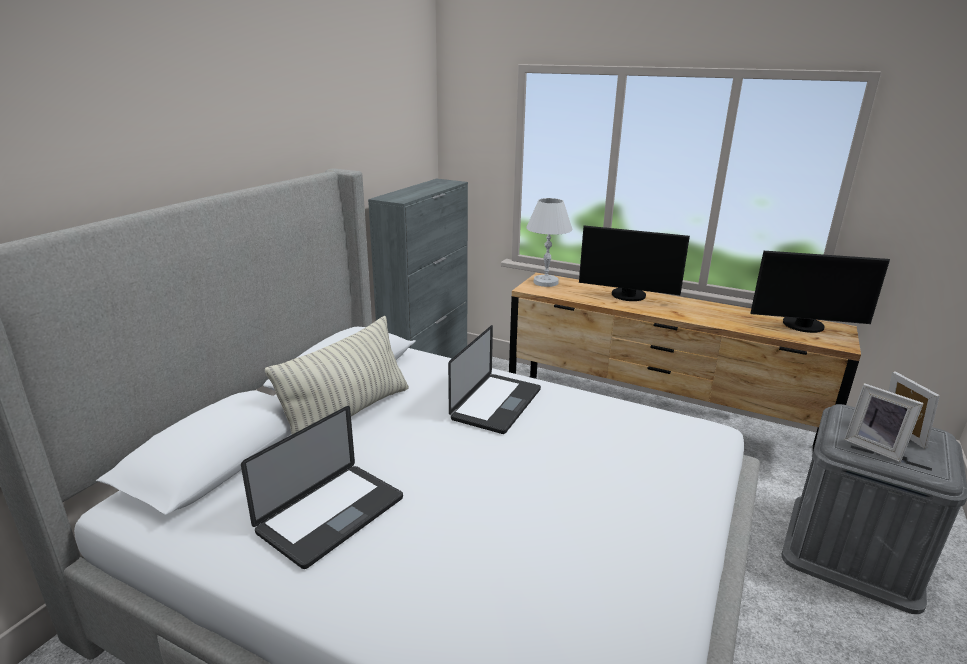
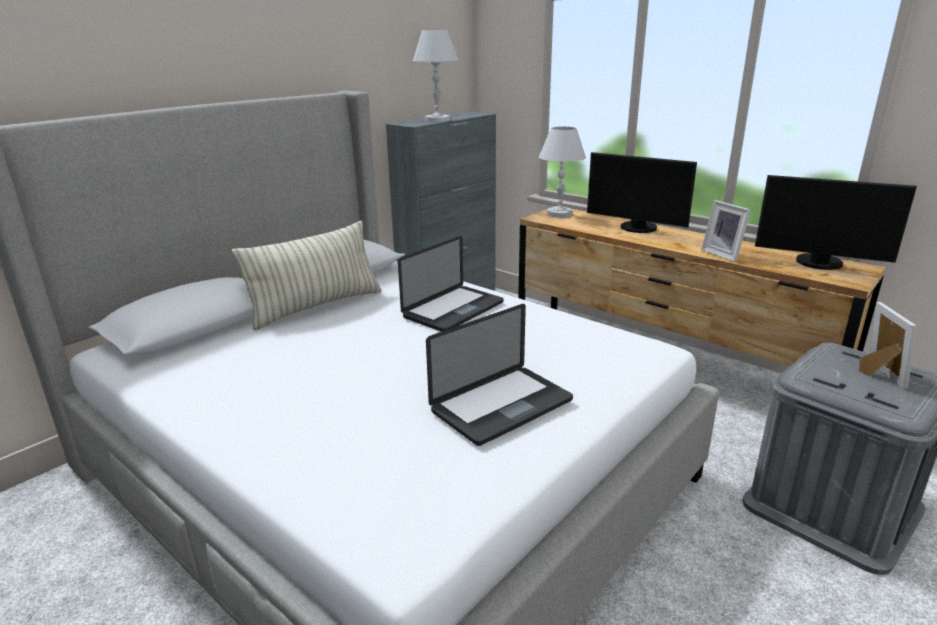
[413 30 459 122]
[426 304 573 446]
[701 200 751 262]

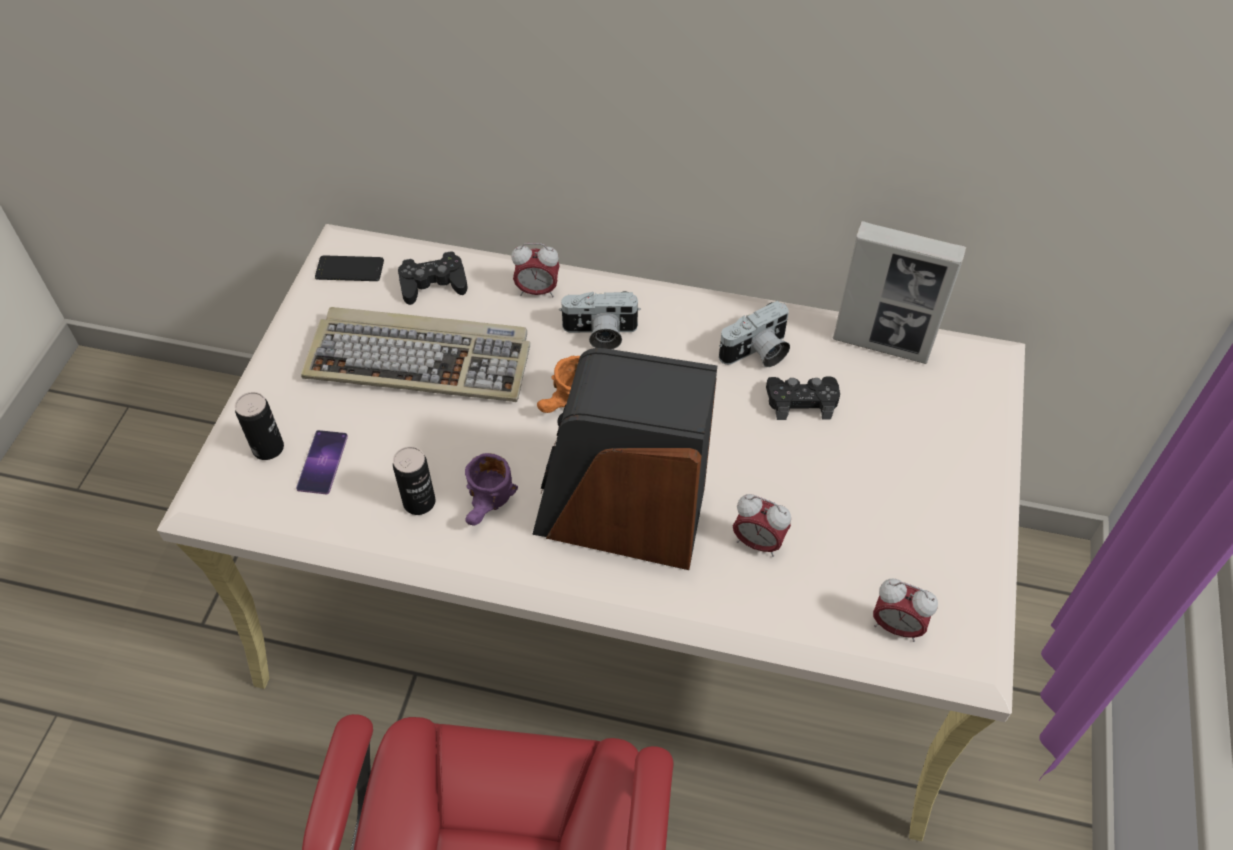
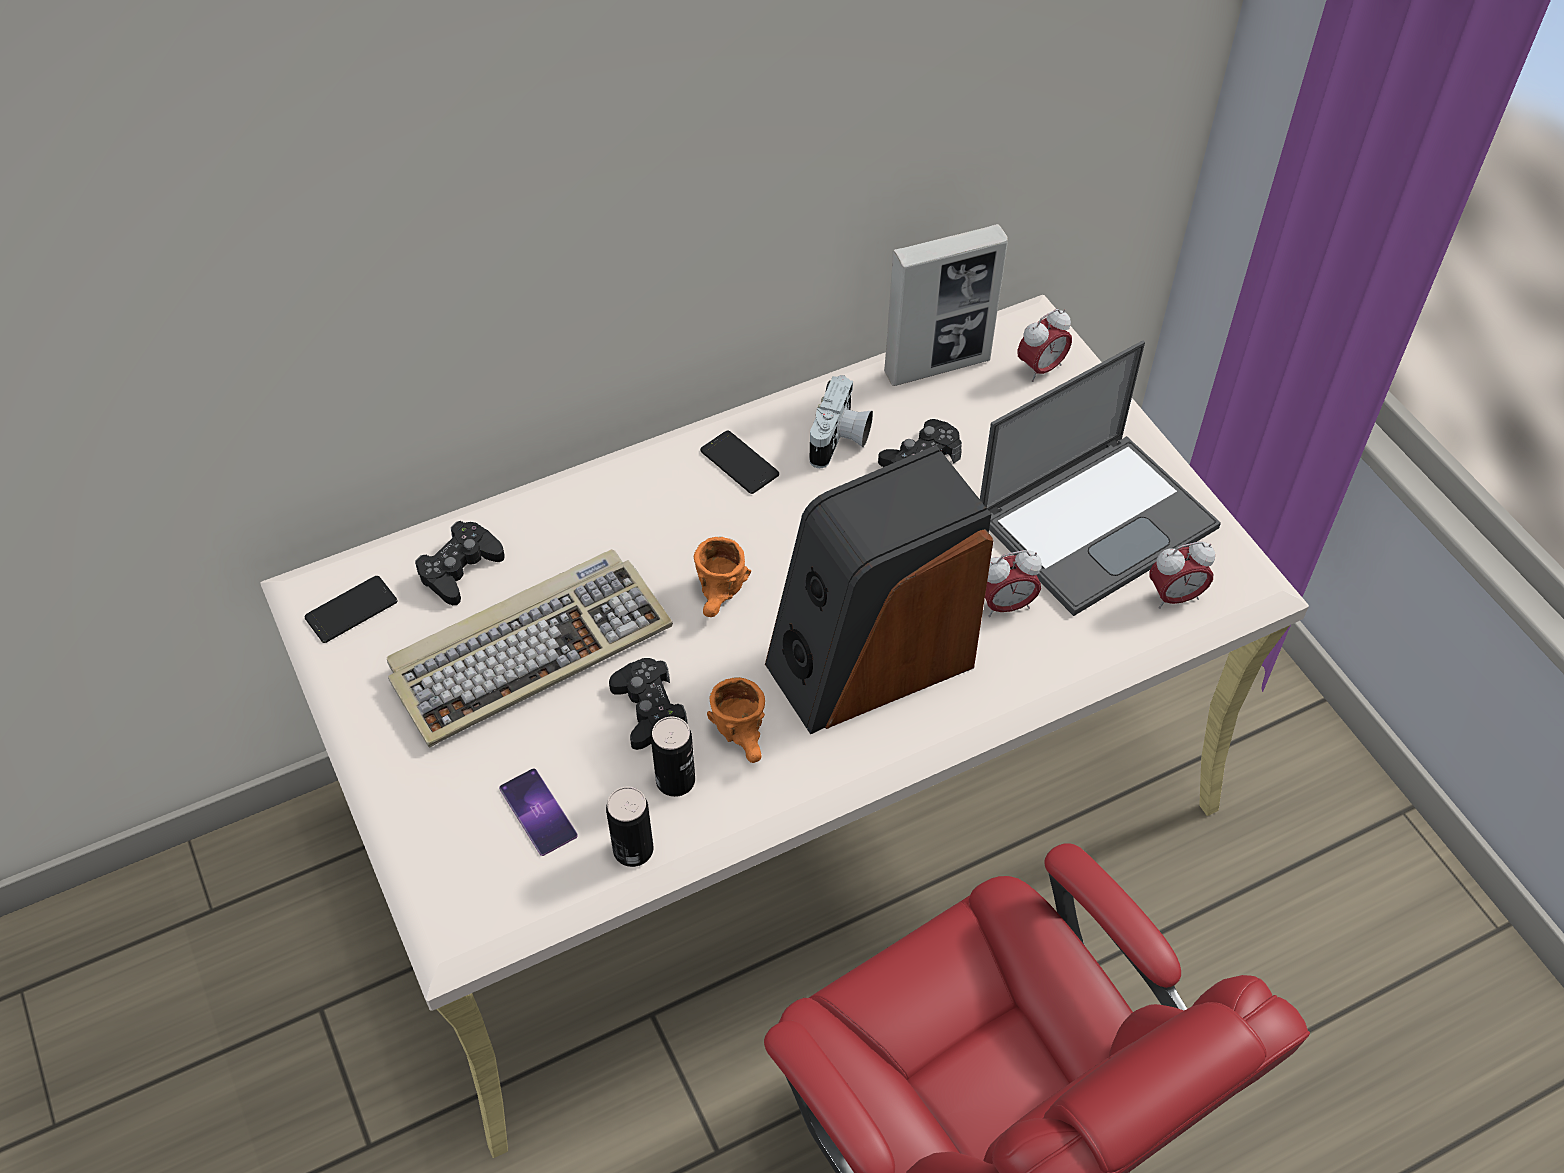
[559 291 641 349] (first image)
[609 658 687 750]
[700 431 779 494]
[980 341 1221 616]
[606 786 654 867]
[1017 309 1072 382]
[707 677 765 763]

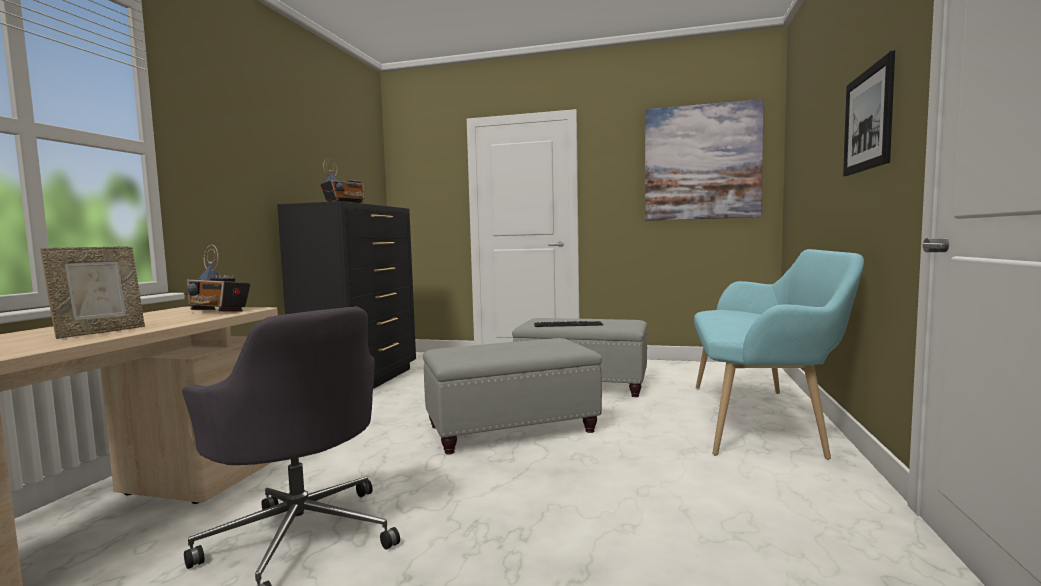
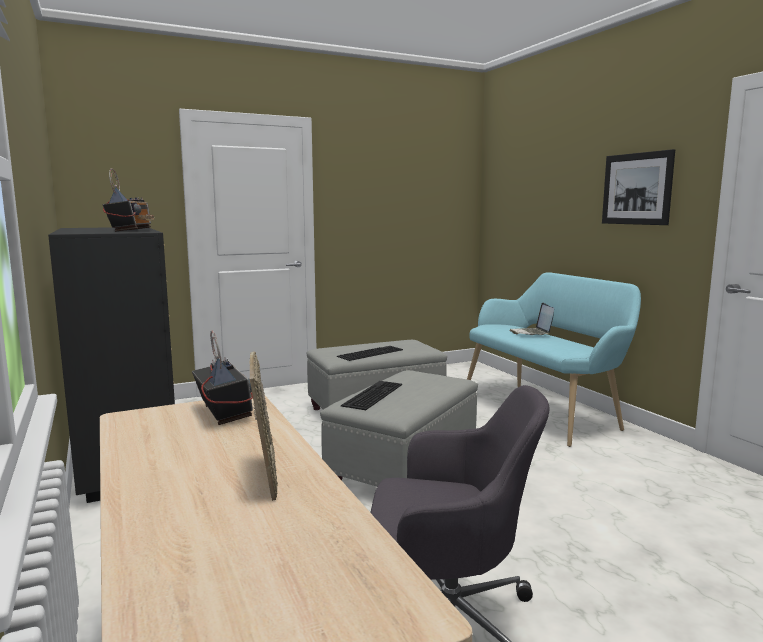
[645 99 764 221] (first image)
[341 381 402 410]
[510 303 554 335]
[192 331 253 425]

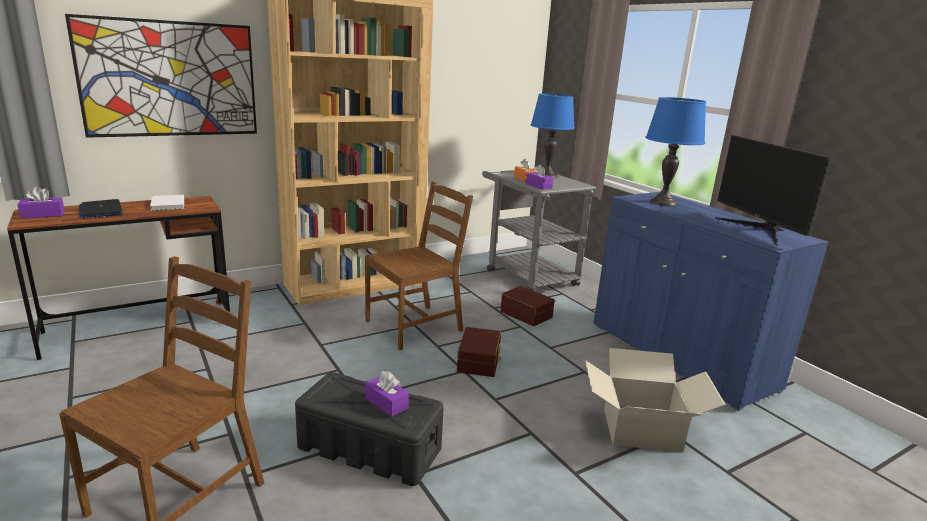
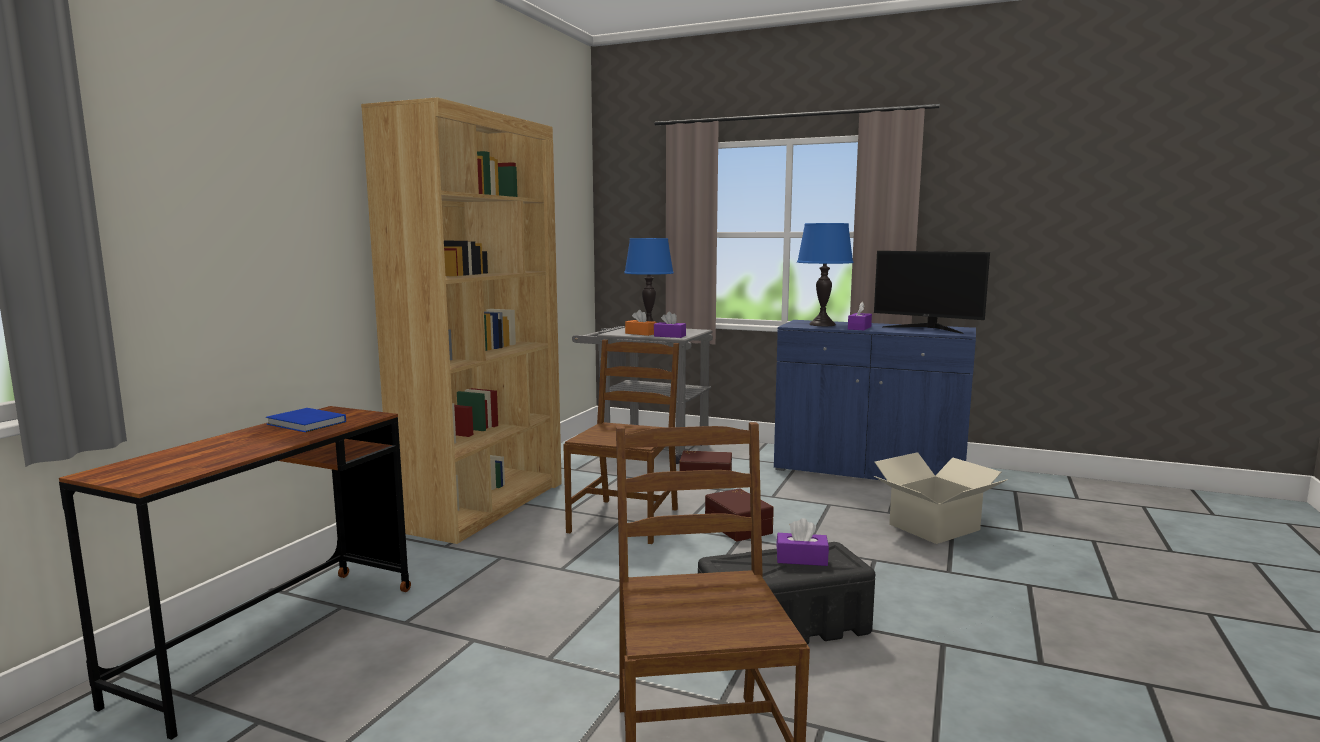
[65 14 257 138] (first image)
[79 199 123 219] (first image)
[848 302 872 330]
[266 408 346 432]

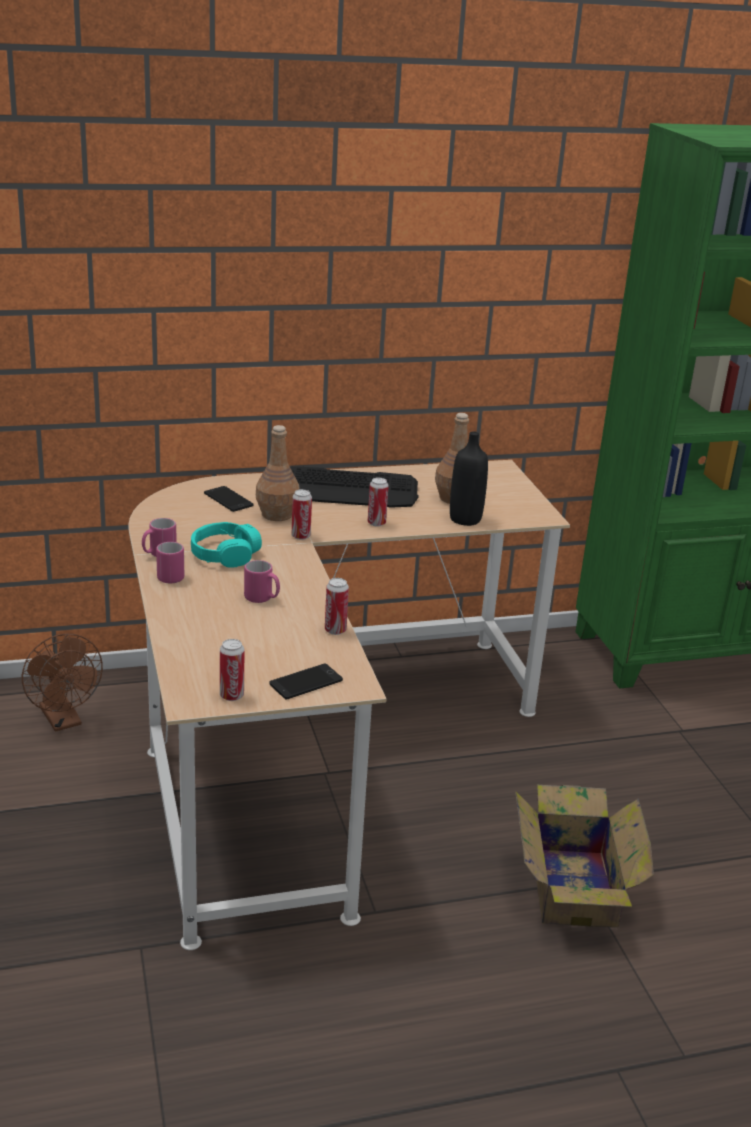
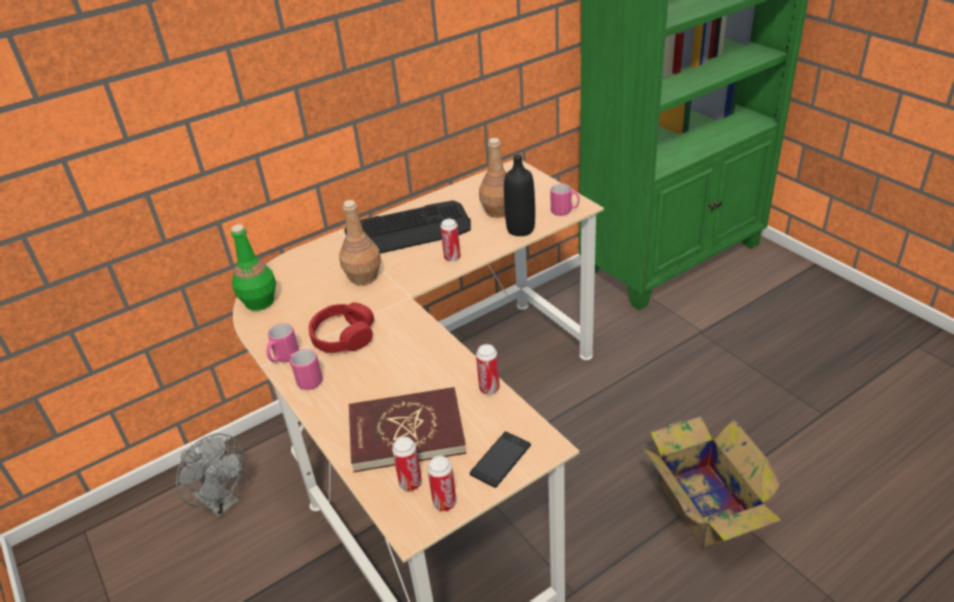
[204 486 253 512] (first image)
[231 224 276 311]
[349 387 467 472]
[550 184 580 216]
[392 437 422 491]
[176 434 244 518]
[309 302 374 353]

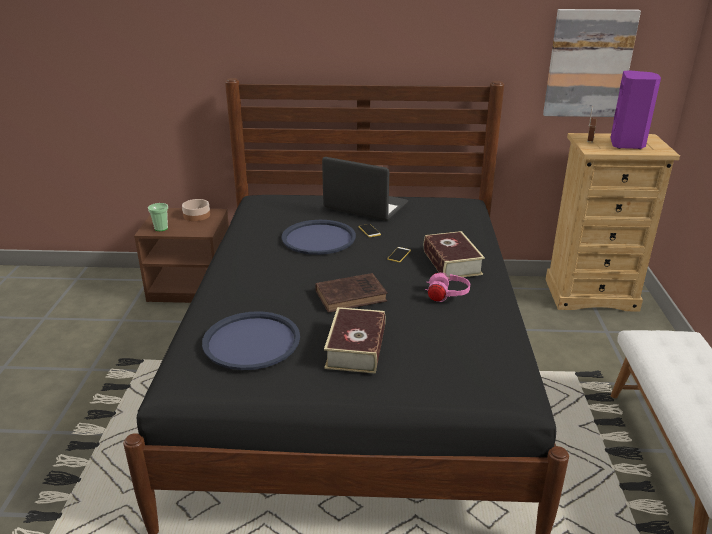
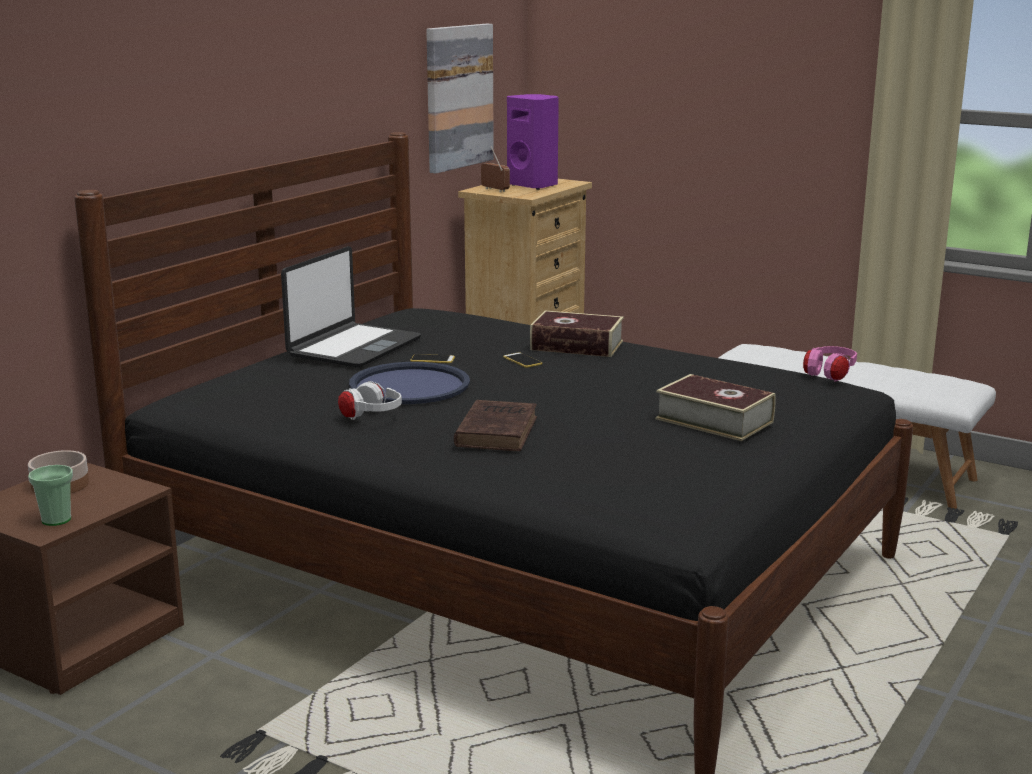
[202 311 300 370] (first image)
[338 381 402 420]
[454 400 537 451]
[803 346 857 381]
[281 246 421 368]

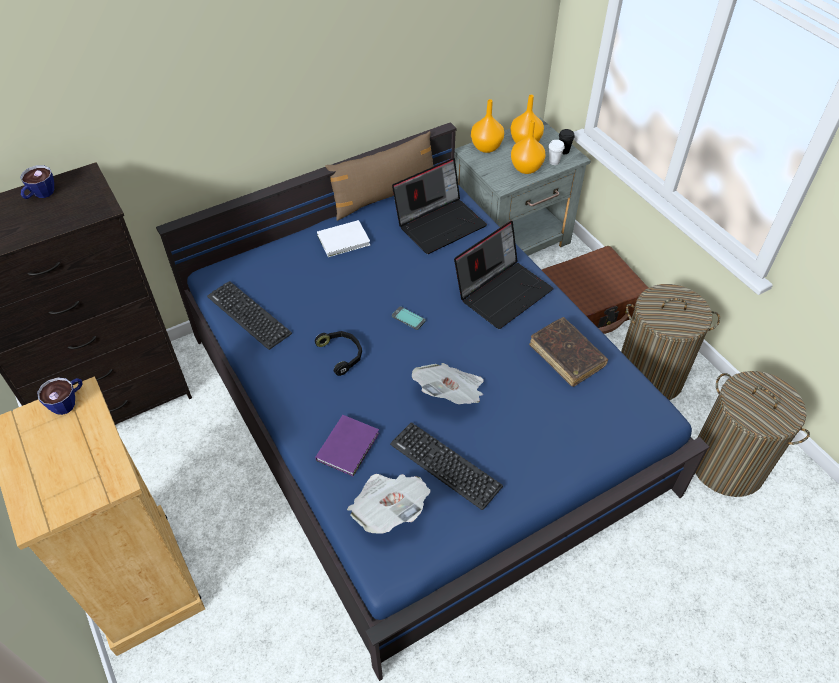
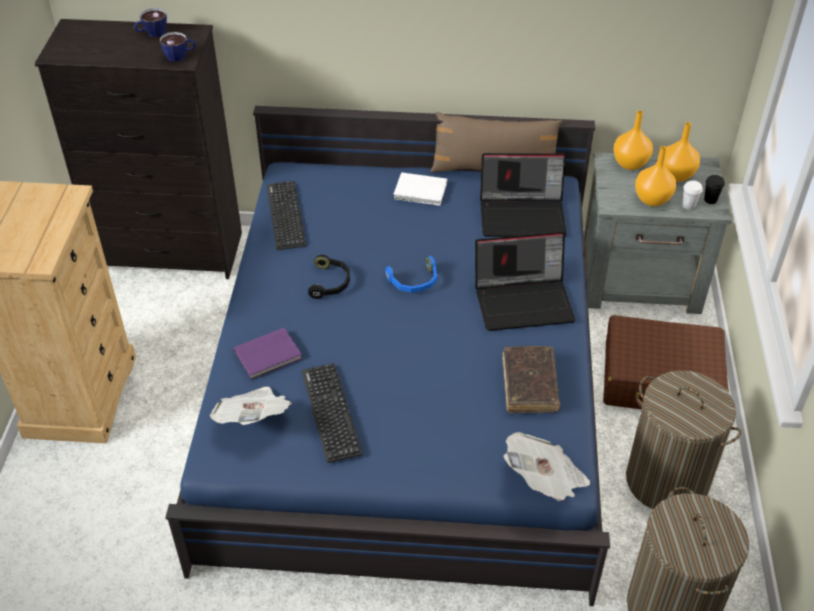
[160 32 196 62]
[503 432 590 501]
[385 256 437 293]

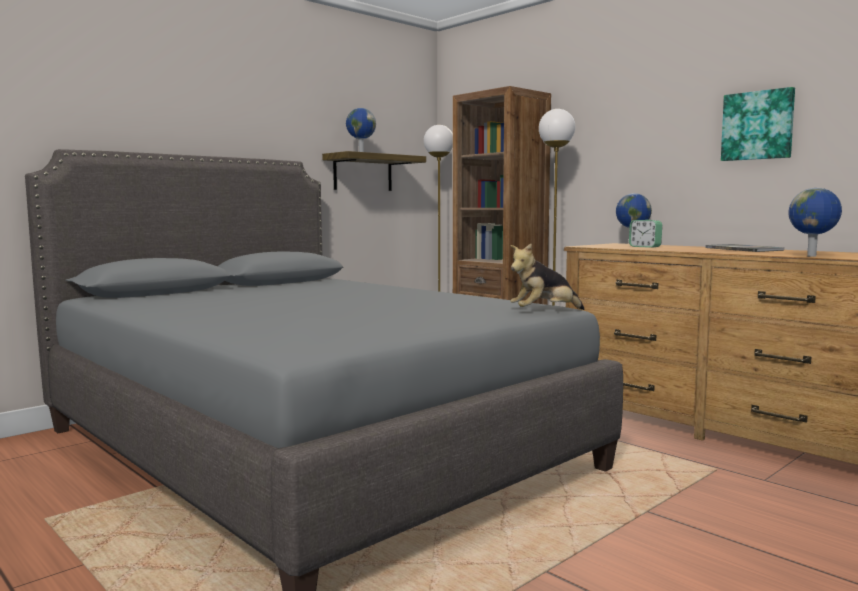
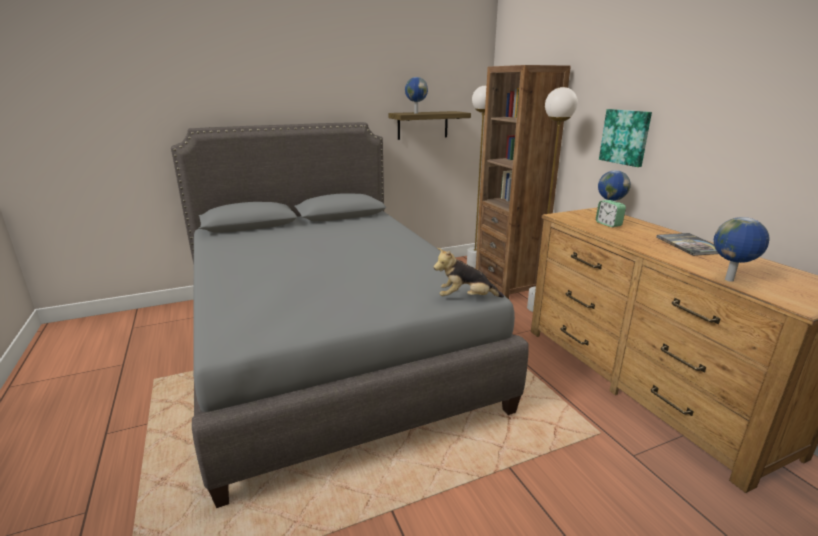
[599 109 652 167]

